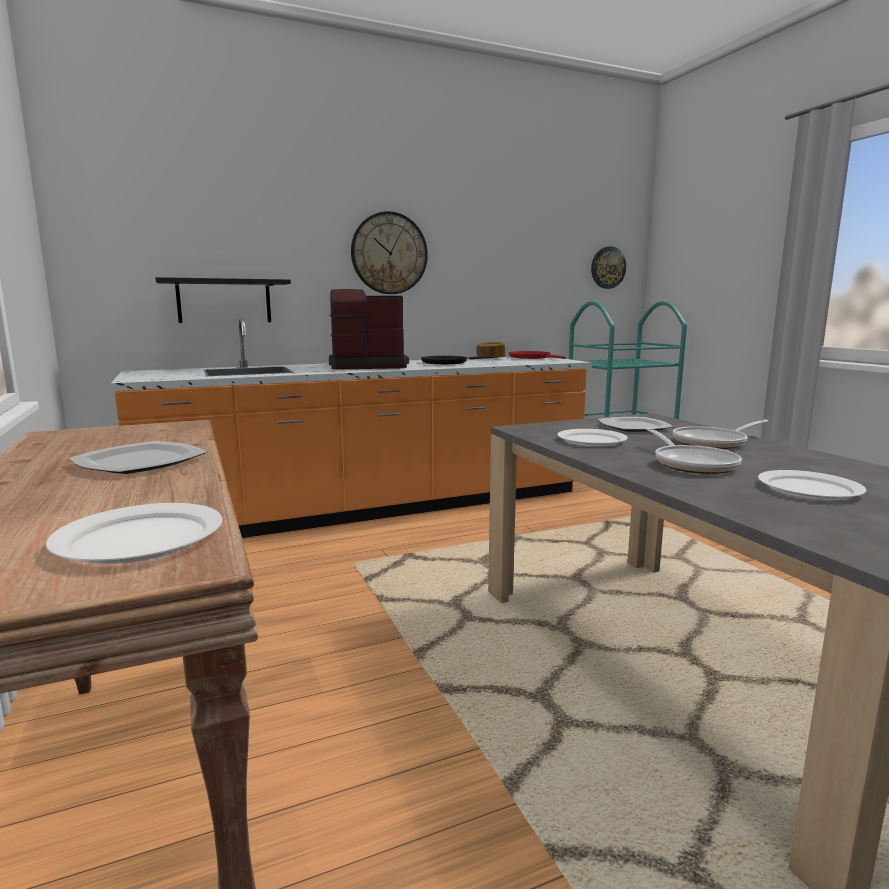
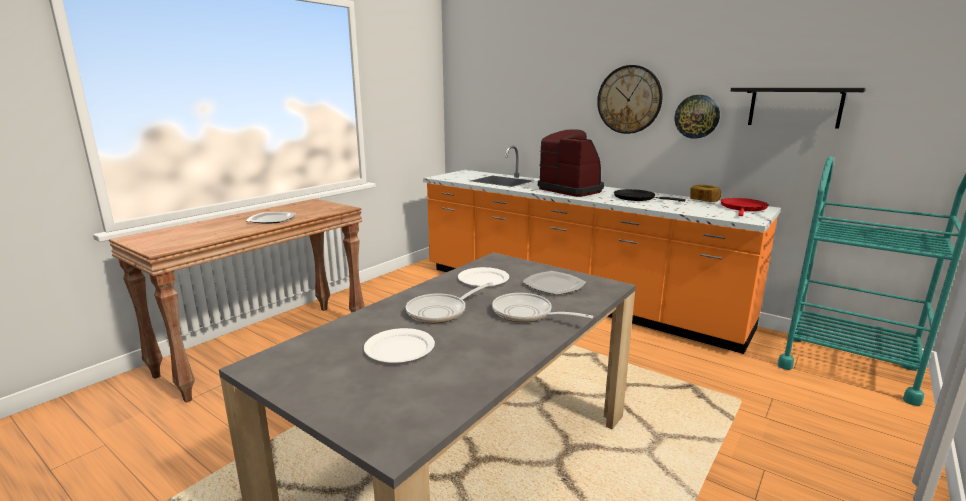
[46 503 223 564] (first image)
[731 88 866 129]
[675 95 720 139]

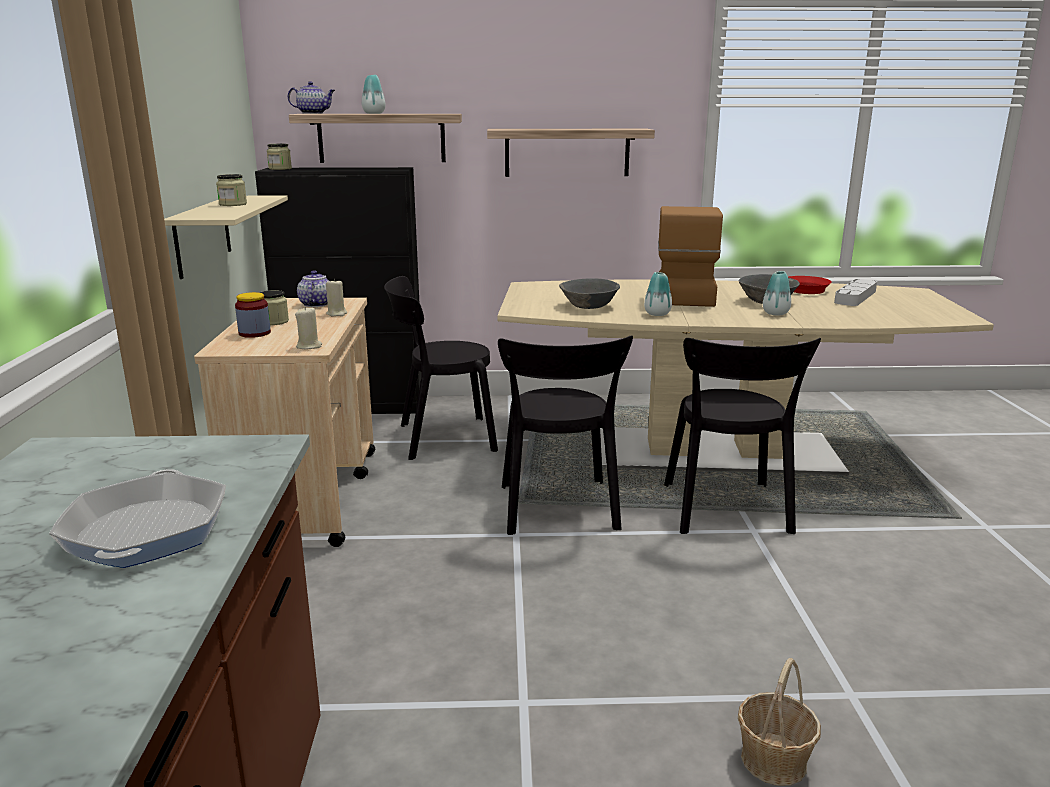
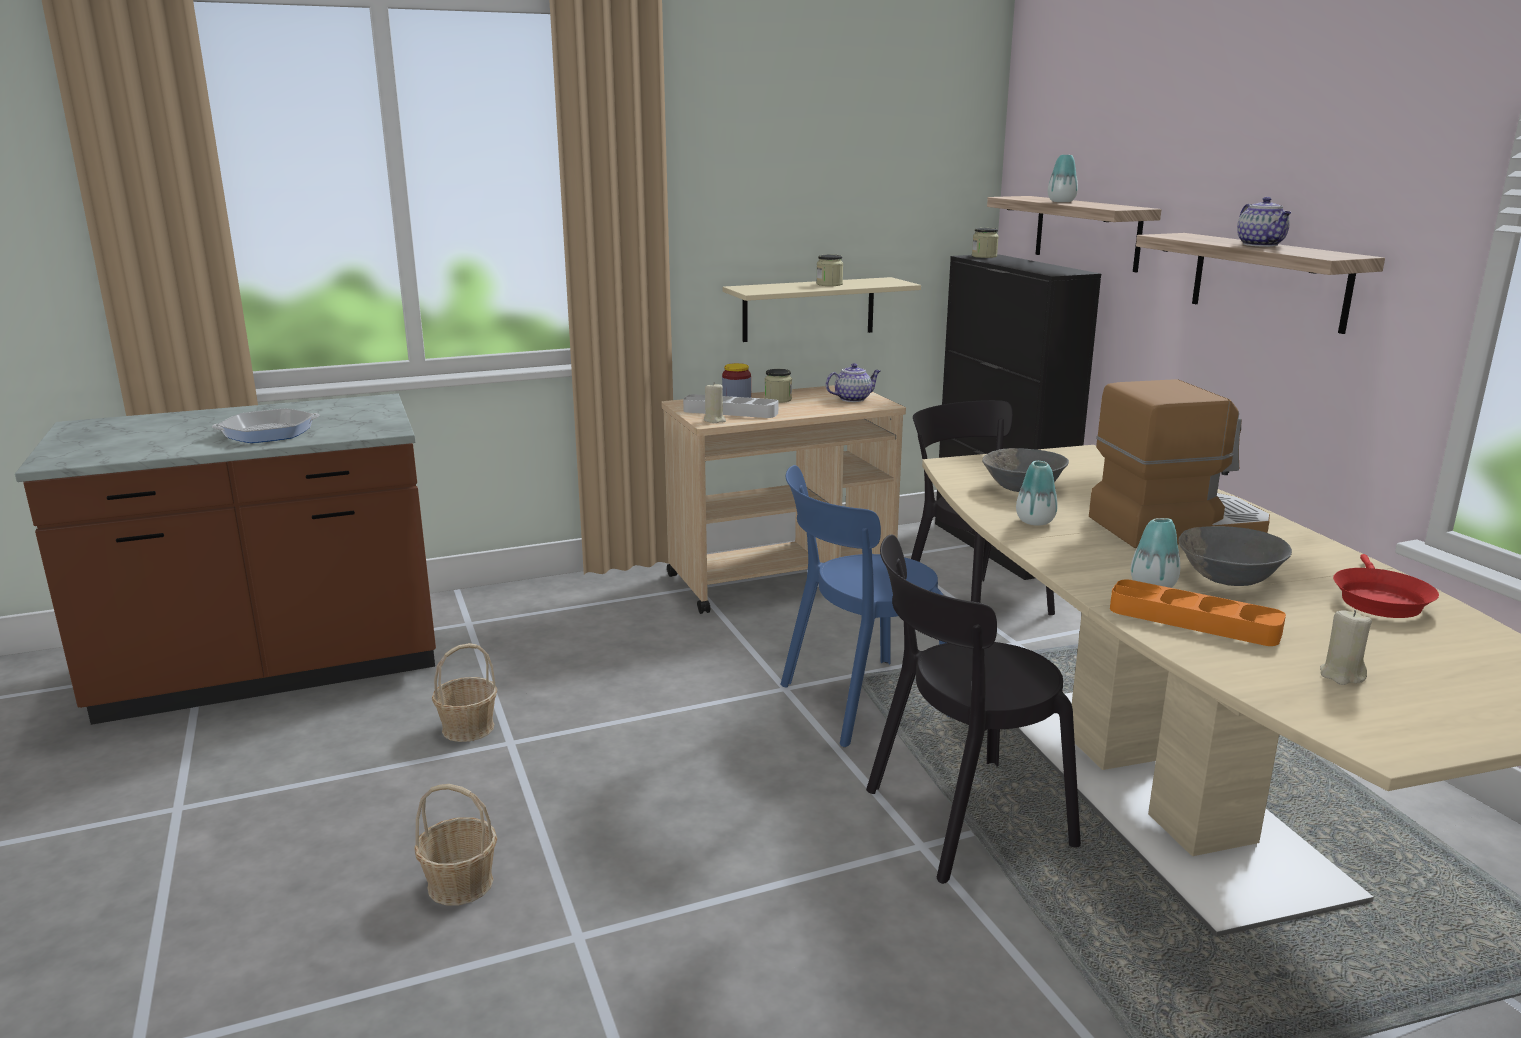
[432 643 497 742]
[1110 580 1286 646]
[1237 197 1291 247]
[1320 610 1372 685]
[683 394 778 418]
[780 465 949 747]

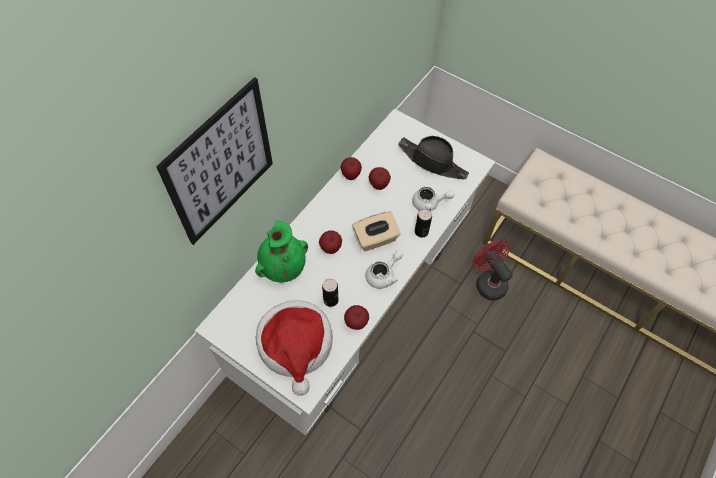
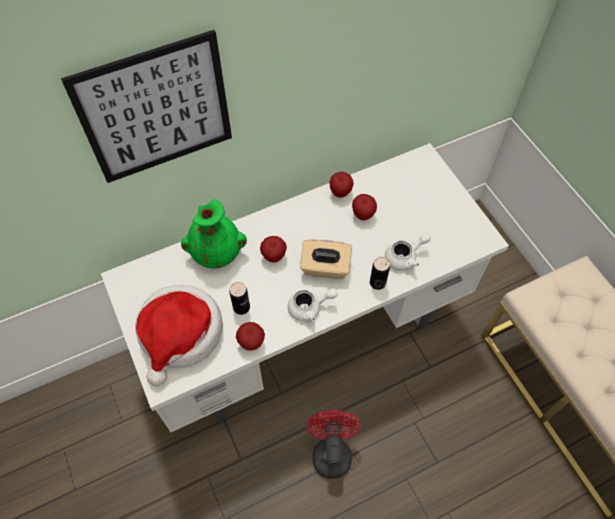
[398 136 469 179] (first image)
[306 410 361 479]
[385 233 431 271]

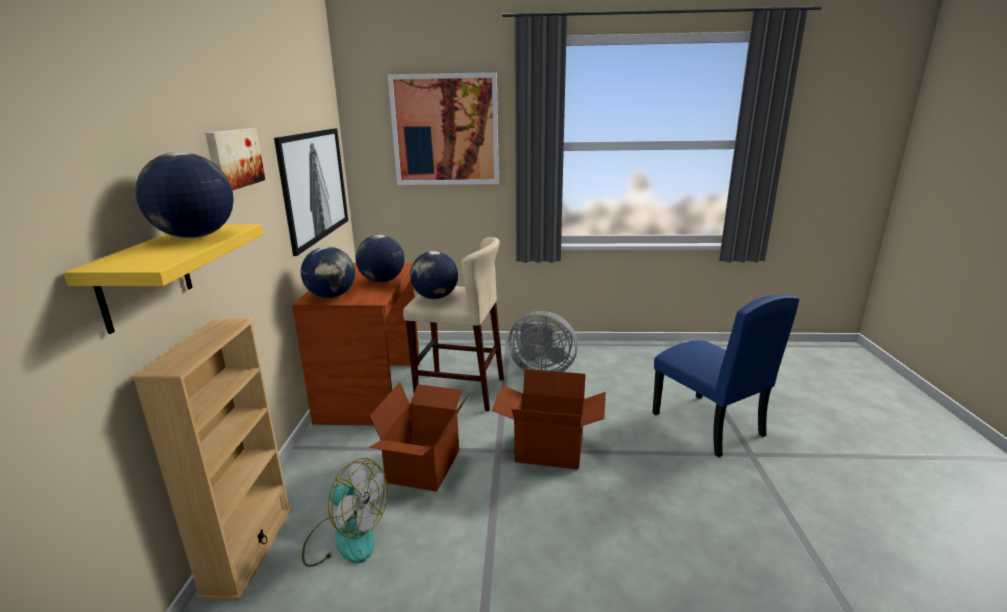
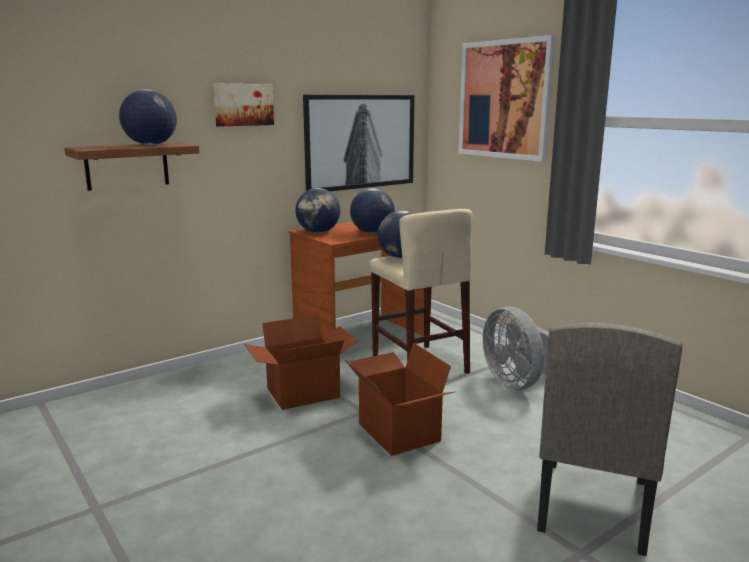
[131 318 292 601] (first image)
[302 458 388 567] (first image)
[64 143 199 191]
[537 323 683 556]

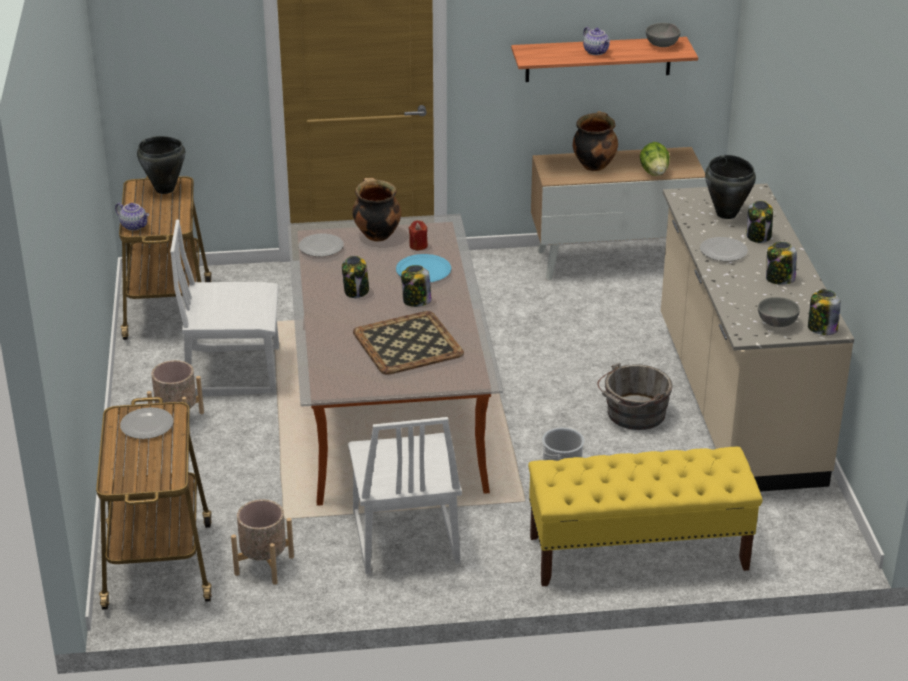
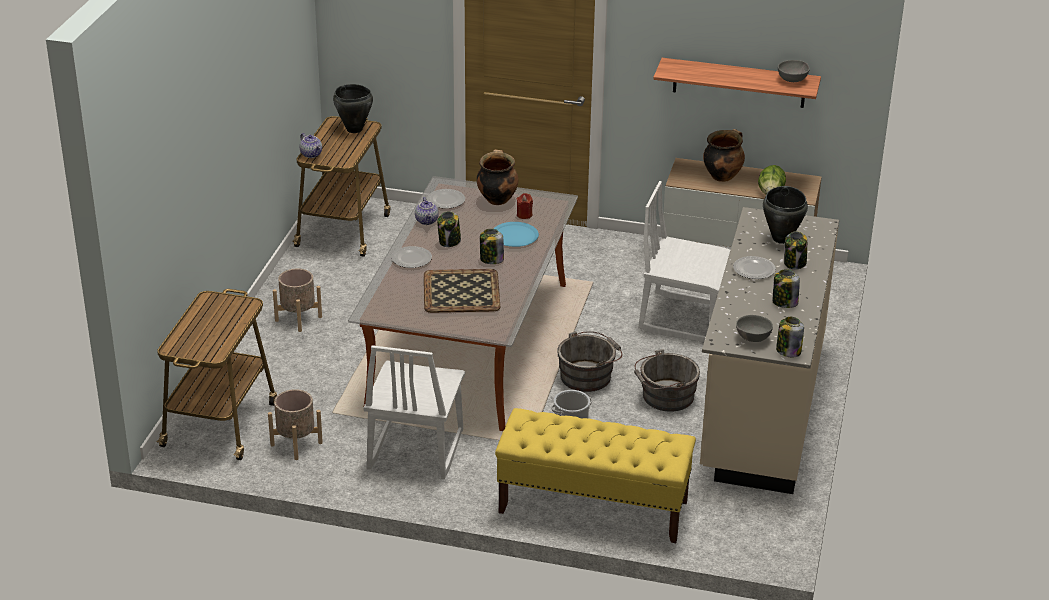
[557 331 622 392]
[391 246 432 268]
[638 181 730 342]
[415 197 439 225]

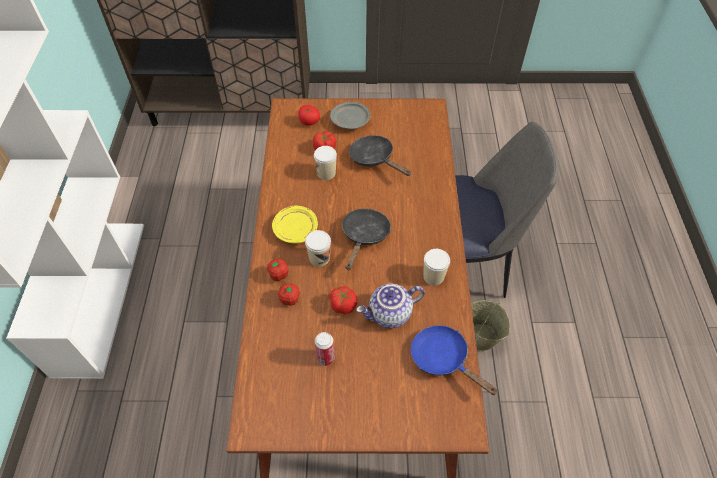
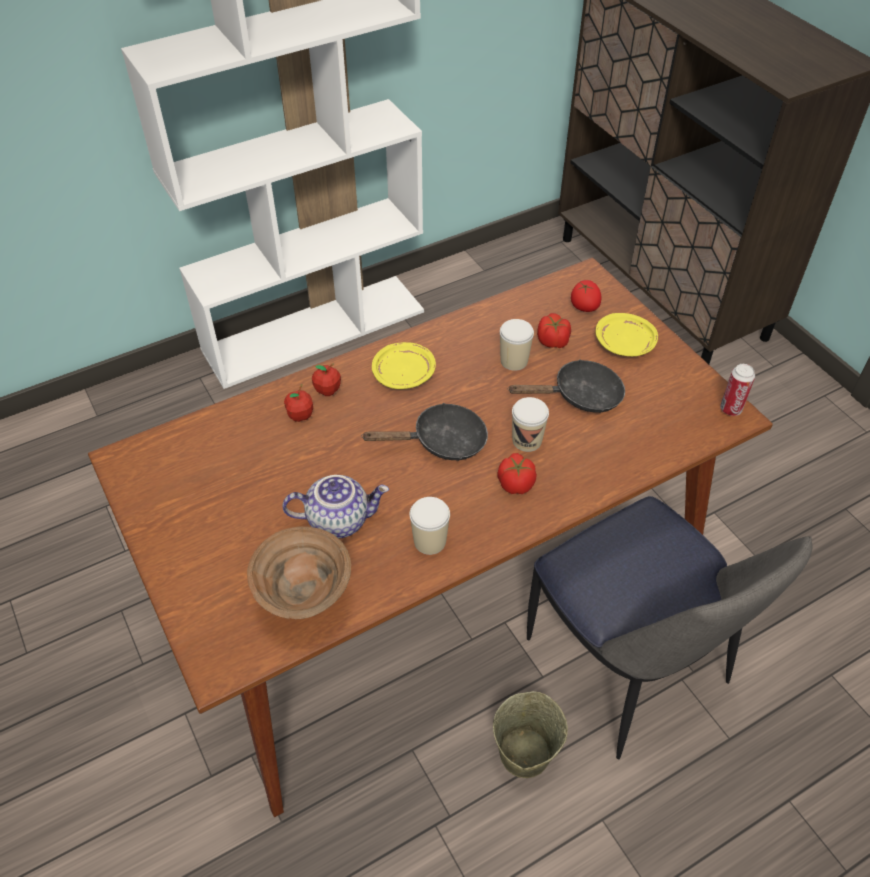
[512 397 549 452]
[720 364 755 416]
[497 453 537 494]
[247 527 351 619]
[596 313 658 356]
[508 359 625 413]
[282 475 389 539]

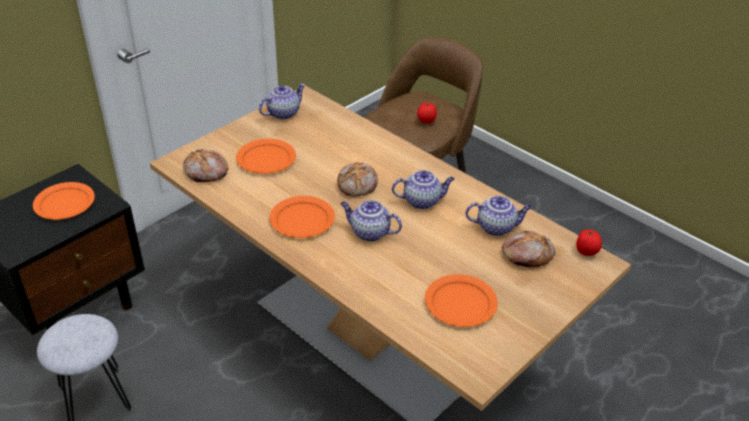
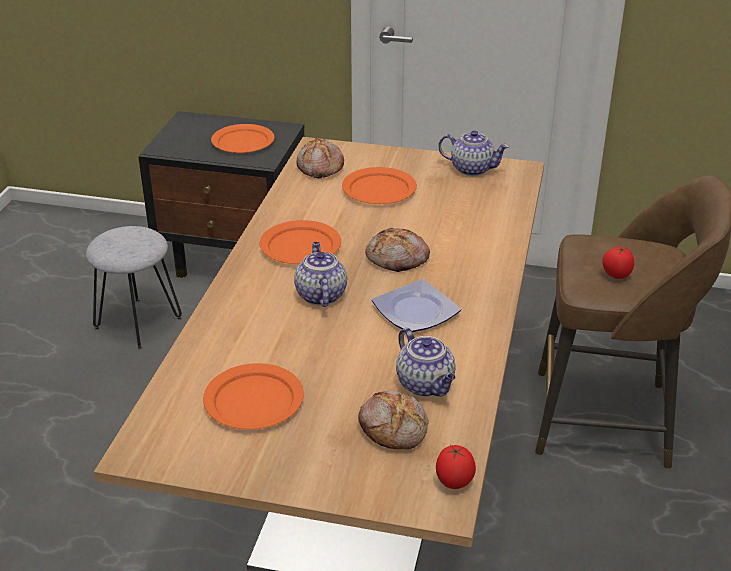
[372 279 461 332]

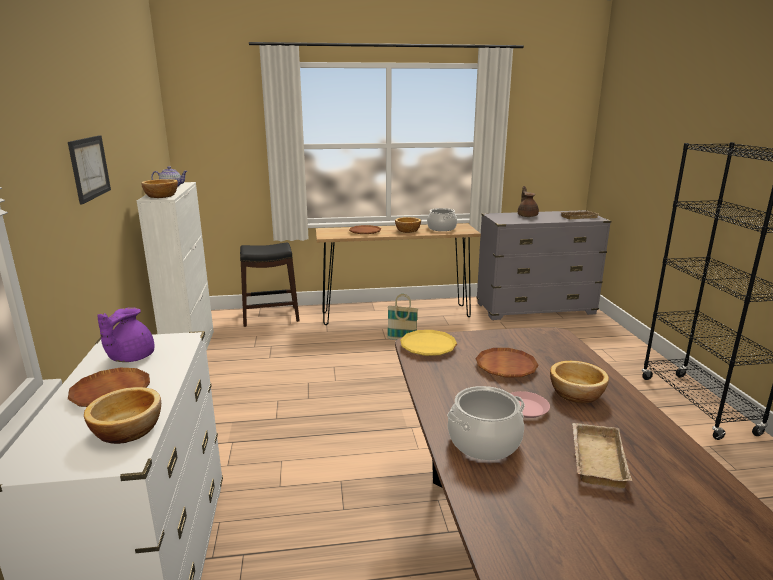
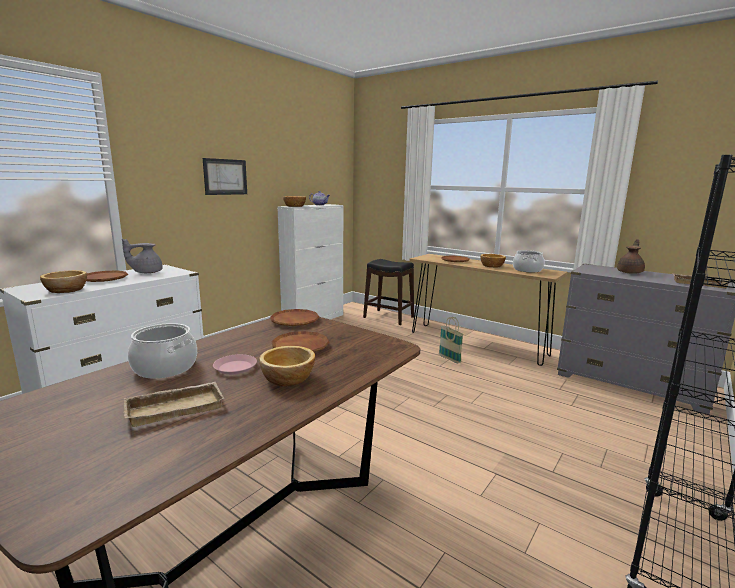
[122 239 163 273]
[270 309 319 326]

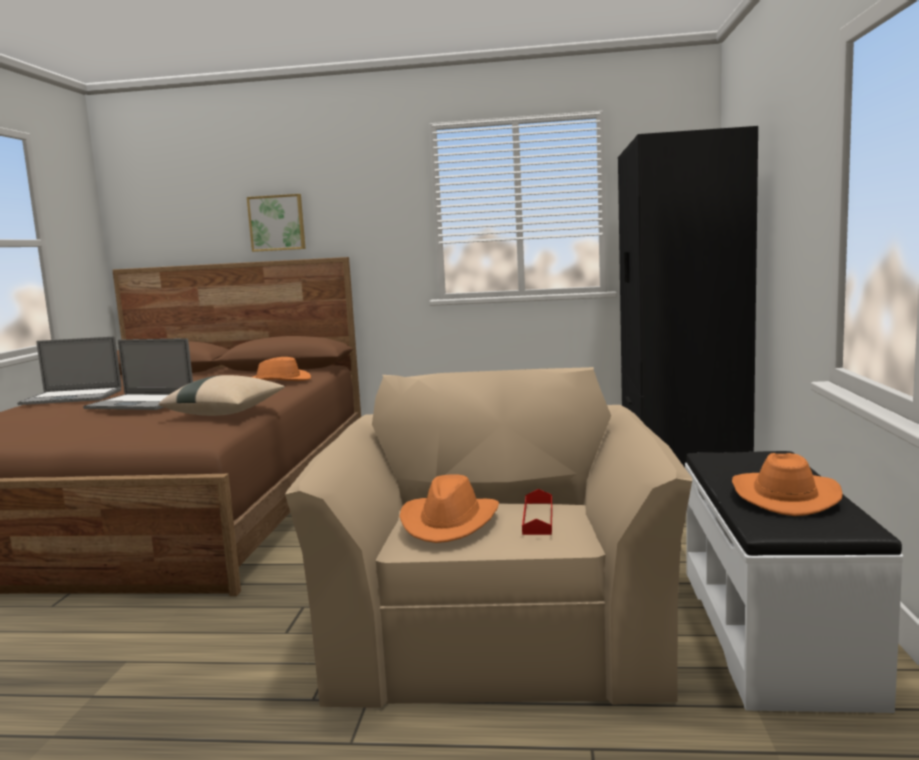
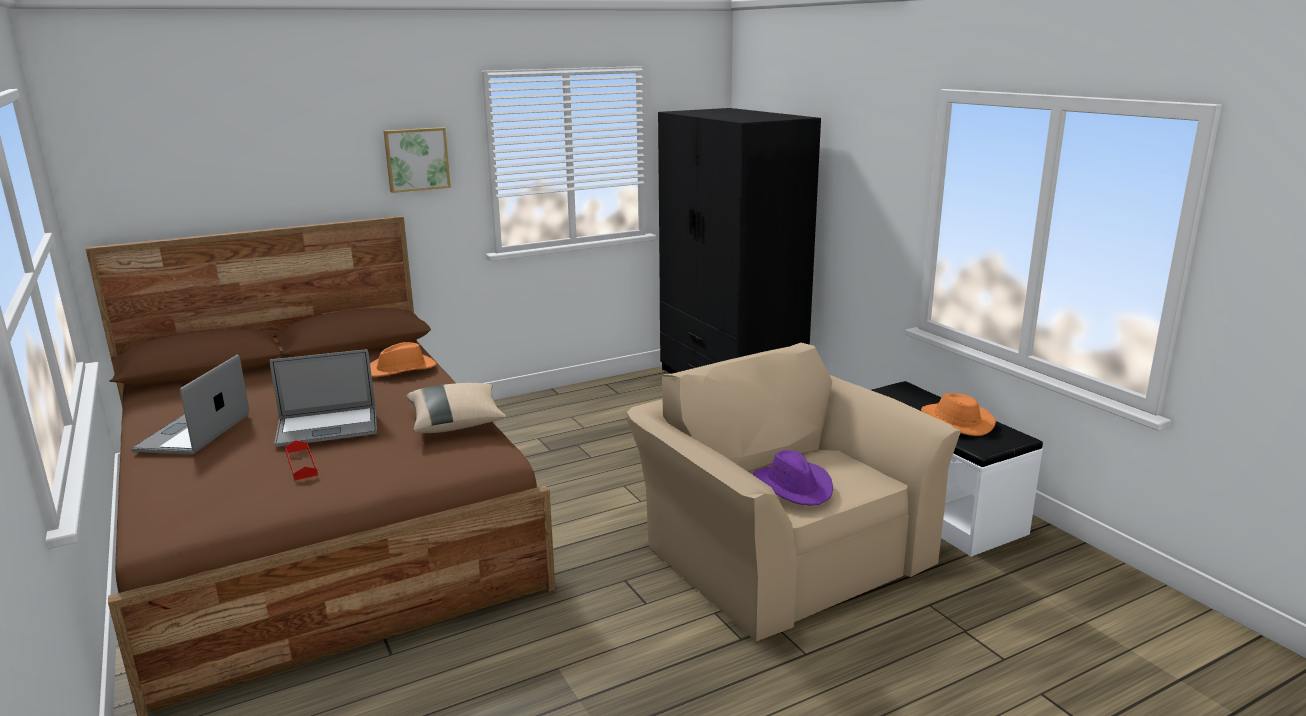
[383 127 451 193]
[285 440 318 480]
[753 450 833 506]
[131 355 249 455]

